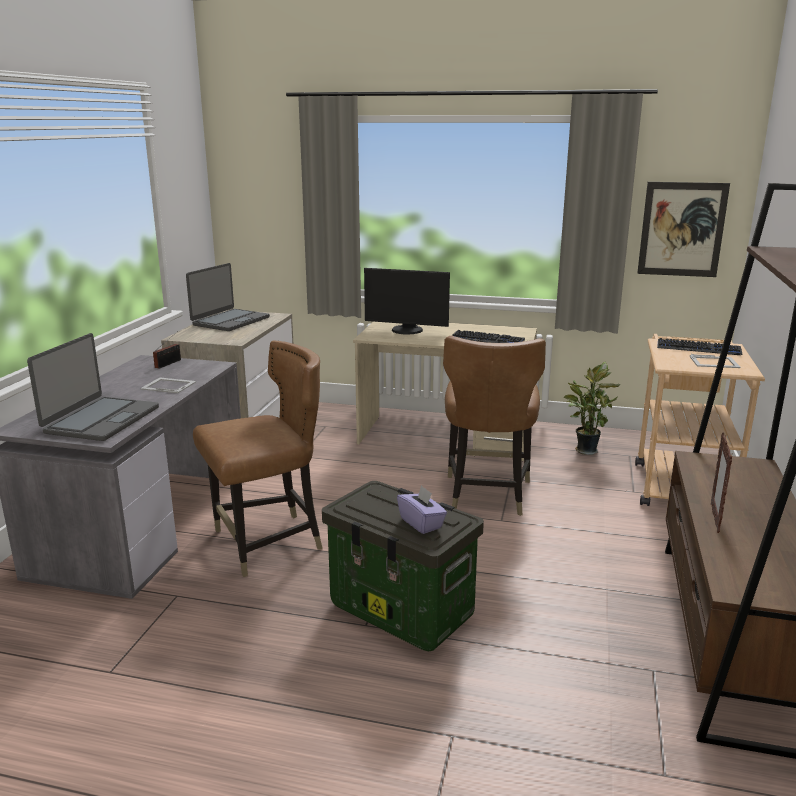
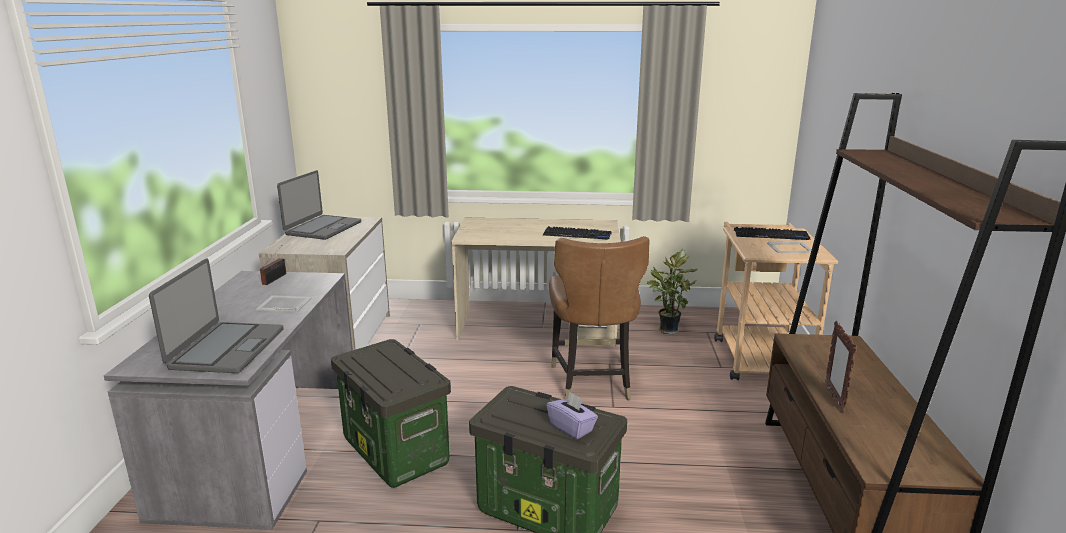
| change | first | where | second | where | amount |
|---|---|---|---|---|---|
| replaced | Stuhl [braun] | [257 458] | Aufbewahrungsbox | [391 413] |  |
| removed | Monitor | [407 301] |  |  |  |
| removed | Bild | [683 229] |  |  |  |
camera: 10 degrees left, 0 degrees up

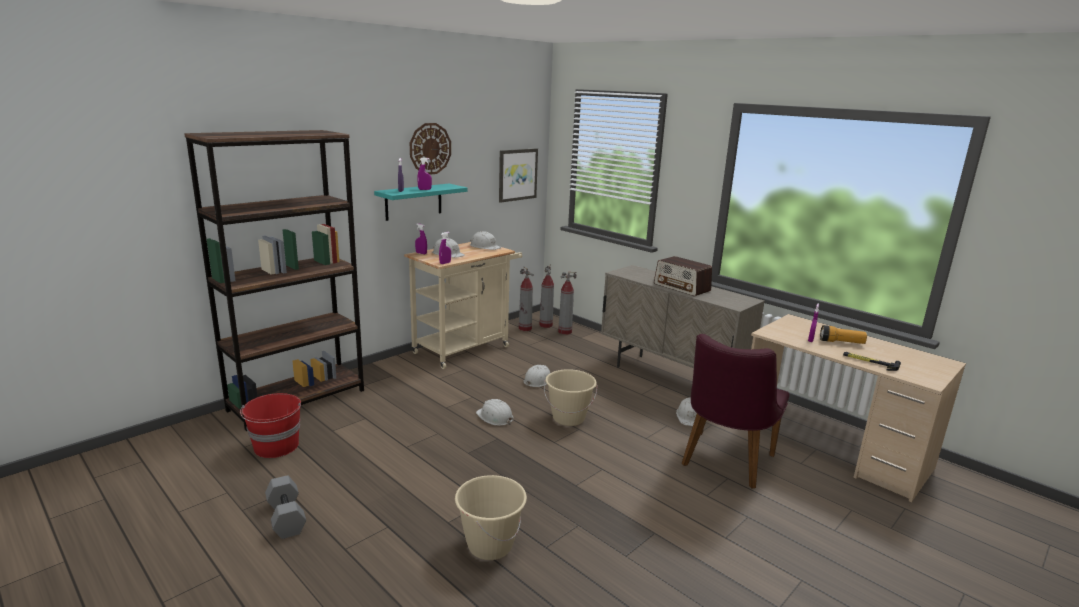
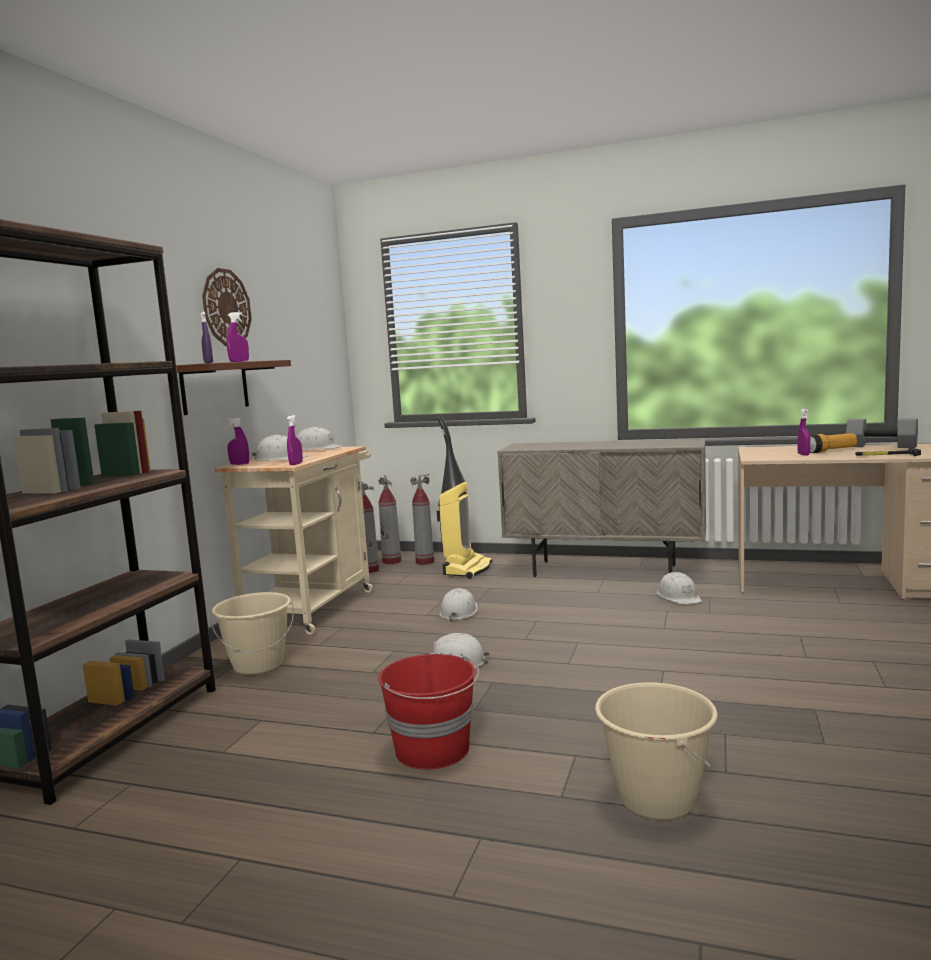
| change | first | where | second | where | amount |
|---|---|---|---|---|---|
| recoloured | Wandregal [türkis] | [421 202] | Wandregal [braun] | [233 387] |  |
| moved | Eimer [beige] | [571 397] |  | [252 633] |  |
| moved | Eimer [rot] | [270 425] |  | [428 712] |  |
| added |  |  | Staubsauger | [464 497] |  |
| moved | Hantel [grau] | [285 507] |  | [882 433] |  |
| removed | Bild | [518 175] |  |  |  |
| removed | Radio | [683 276] |  |  |  |
| removed | Stuhl [lila] | [735 411] |  |  |  |
camera: 25 degrees left, 10 degrees down

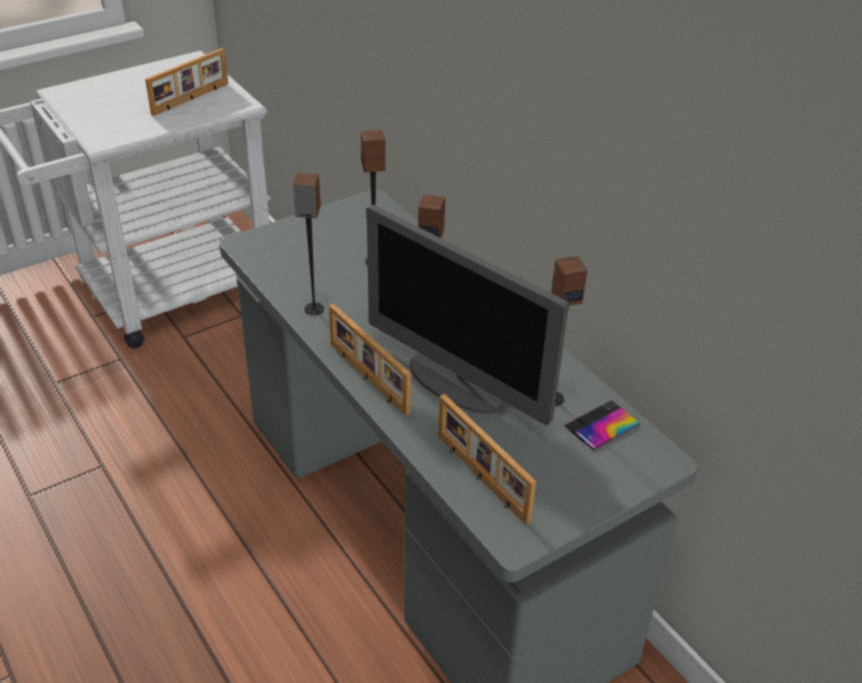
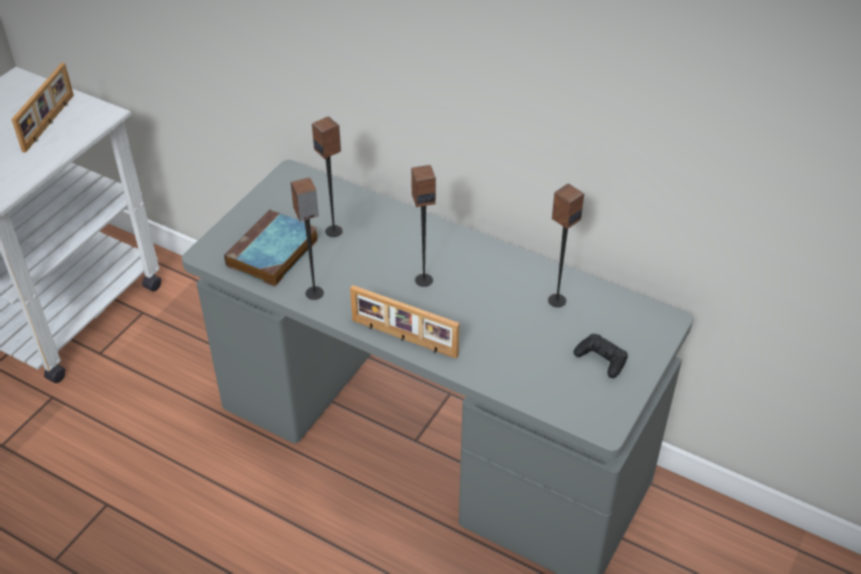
| change | first | where | second | where | amount |
|---|---|---|---|---|---|
| added |  |  | Buch | [271 248] |  |
| added |  |  | Gamepad [schwarz] | [601 356] |  |
| removed | Monitor | [467 315] |  |  |  |
| removed | Bilderrahmen | [487 459] |  |  |  |
| removed | Handy | [602 425] |  |  |  |
camera: 25 degrees left, 5 degrees up

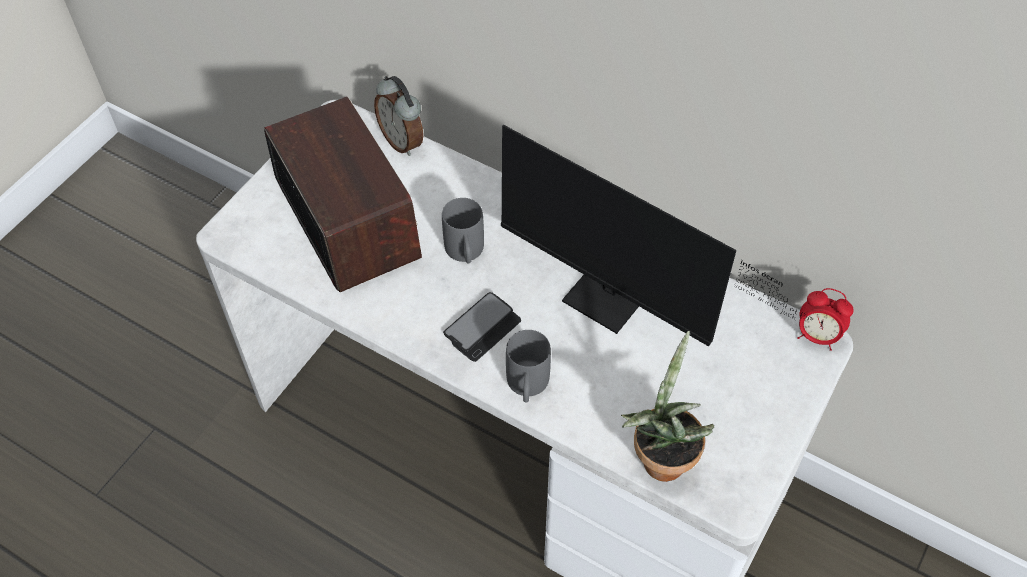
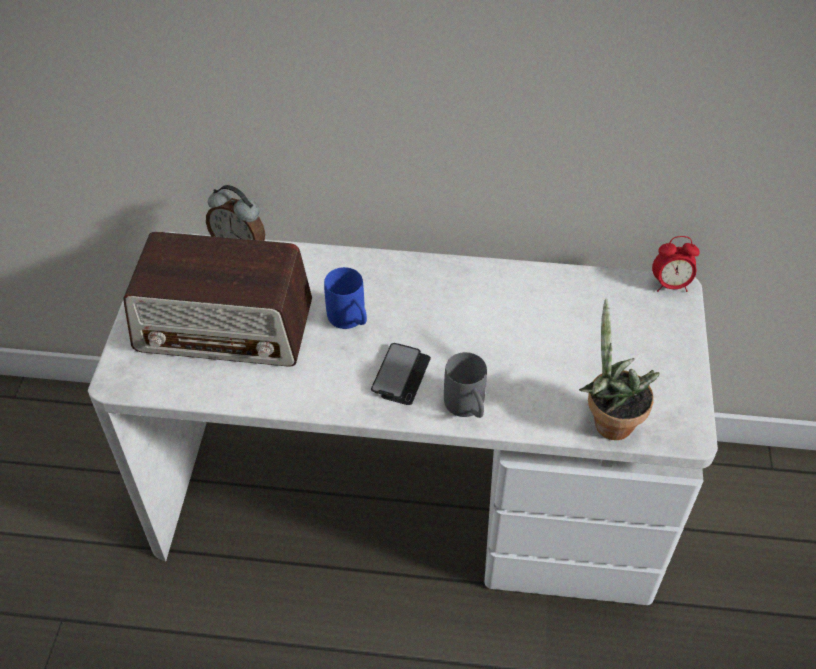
| change | first | where | second | where | amount |
|---|---|---|---|---|---|
| turned | Radio | [343 194] |  | [217 299] | 150 degrees clockwise |
| recoloured | Henkelbecher [grau] | [463 231] | Henkelbecher [blau] | [345 298] |  |
| removed | Monitor | [657 235] |  |  |  |
camera: 25 degrees left, 5 degrees down

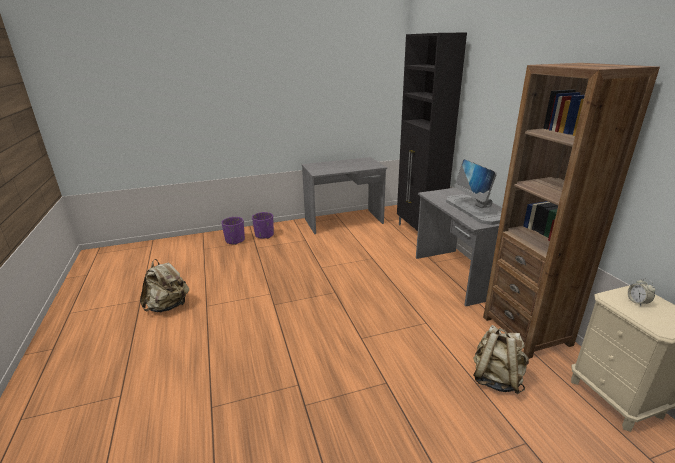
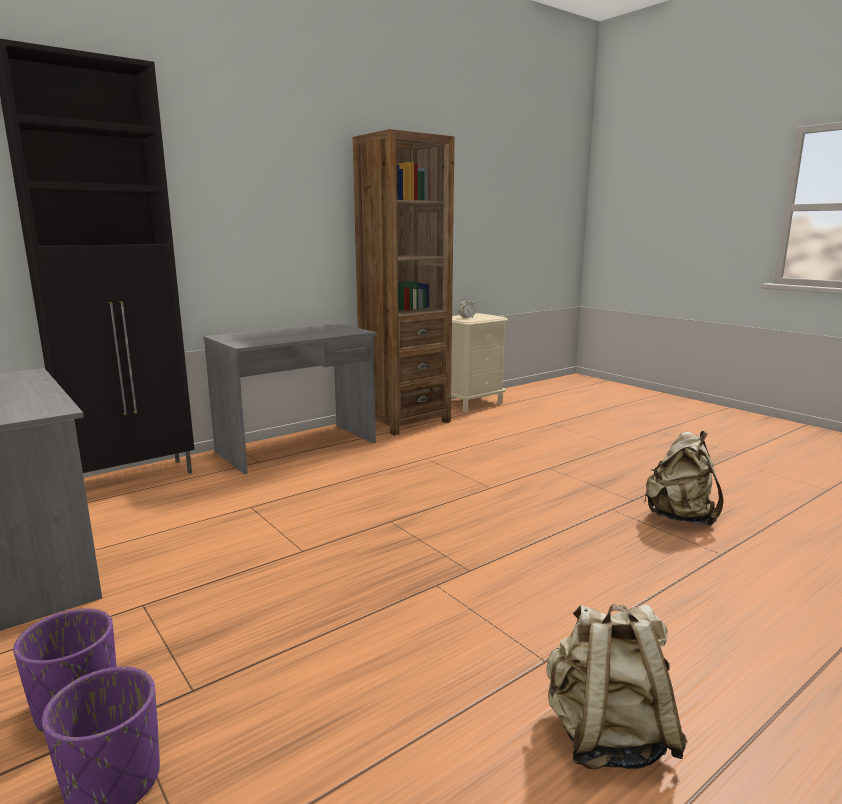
| change | first | where | second | where | amount |
|---|---|---|---|---|---|
| moved | Rucksack [beige] | [501 359] |  | [684 478] |  |
| removed | Monitor | [473 192] |  |  |  |
camera: 110 degrees left, 10 degrees down

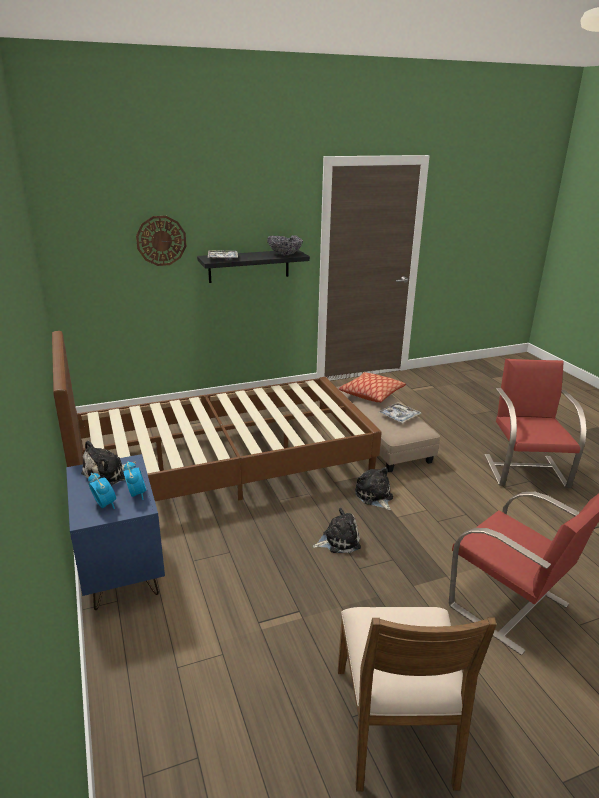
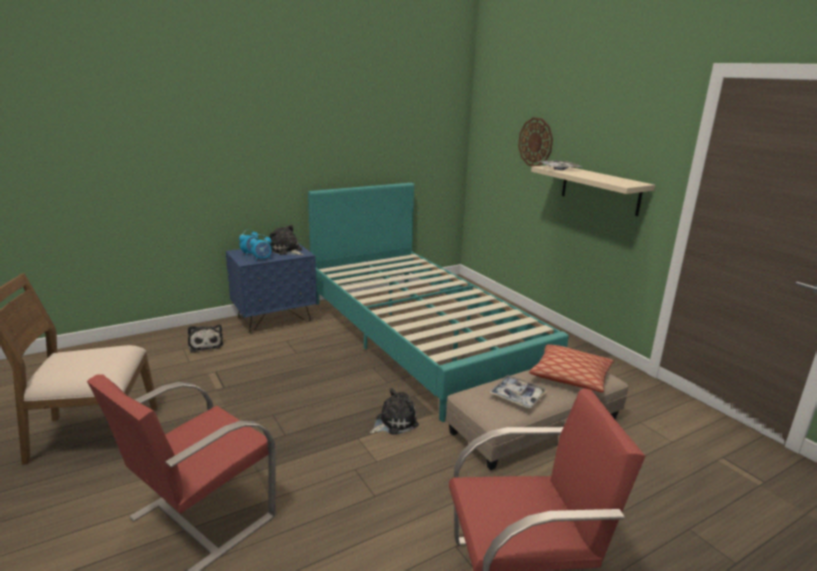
| change | first | where | second | where | amount |
|---|---|---|---|---|---|
| moved | Plüschtier | [336 530] |  | [205 338] |  |
| recoloured | Bett [braun] | [217 416] | Bett [türkis] | [438 302] |  |
| recoloured | Wandregal [schwarz] | [253 266] | Wandregal [beige] | [593 190] |  |
| removed | Schüssel | [285 245] |  |  |  |
camera: 80 degrees right, 5 degrees down

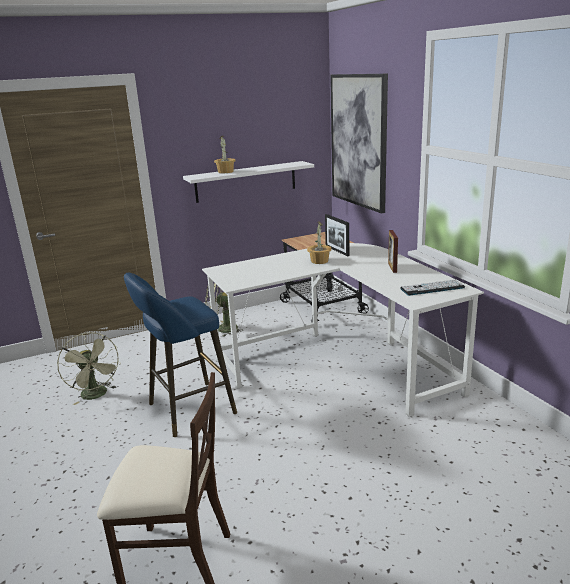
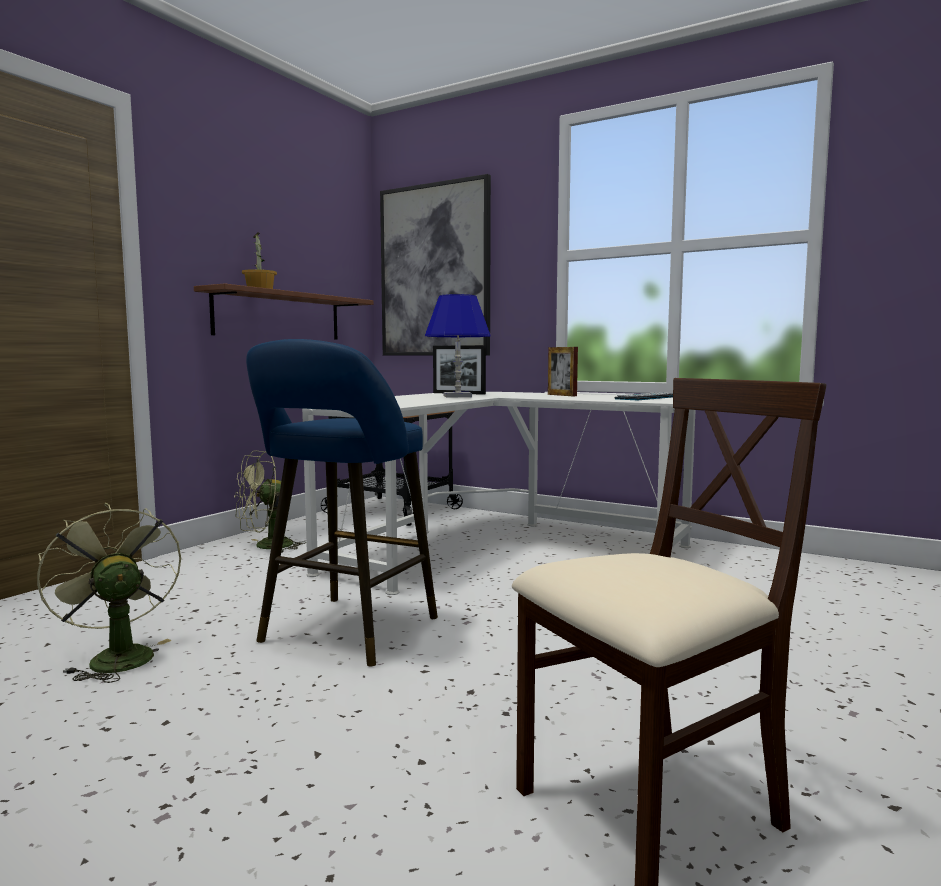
| change | first | where | second | where | amount |
|---|---|---|---|---|---|
| turned | Ventilator [grün] | [88 368] |  | [109 593] | 150 degrees counterclockwise |
| recoloured | Wandregal [weiß] | [248 182] | Wandregal [braun] | [284 311] |  |
| replaced | Topfpflanze | [319 242] | Tischlampe [blau] | [458 345] |  |
camera: 35 degrees left, 15 degrees down

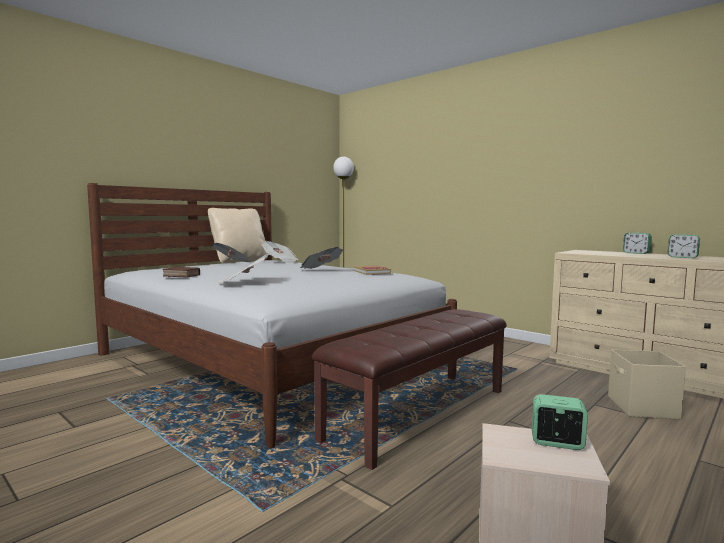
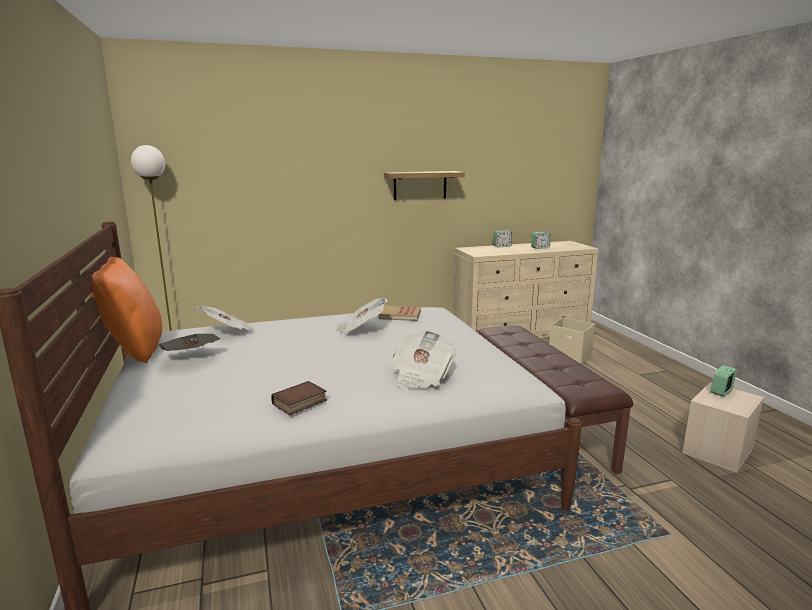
| change | first | where | second | where | amount |
|---|---|---|---|---|---|
| recoloured | Kissen [beige] | [238 235] | Kissen [orange] | [125 310] |  |
| added |  |  | Wandregal | [424 185] |  |
camera: 60 degrees left, 10 degrees up

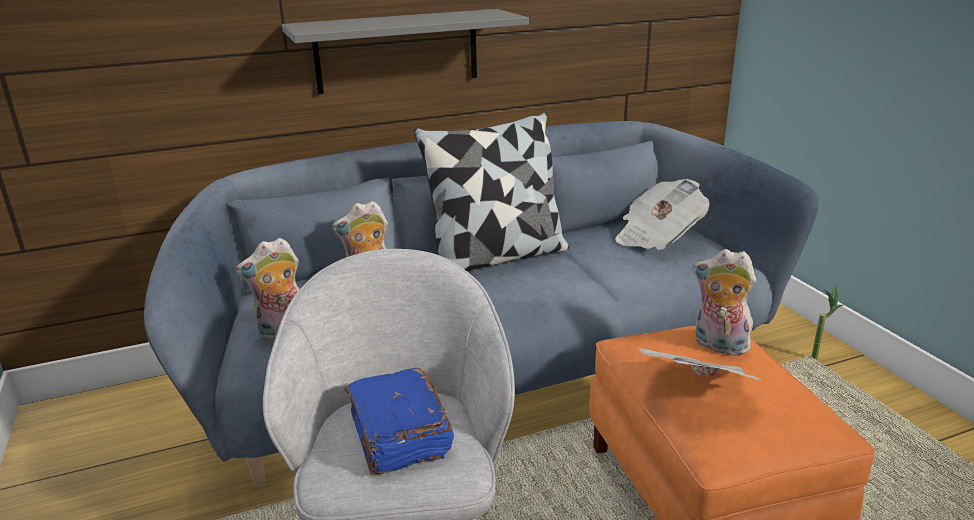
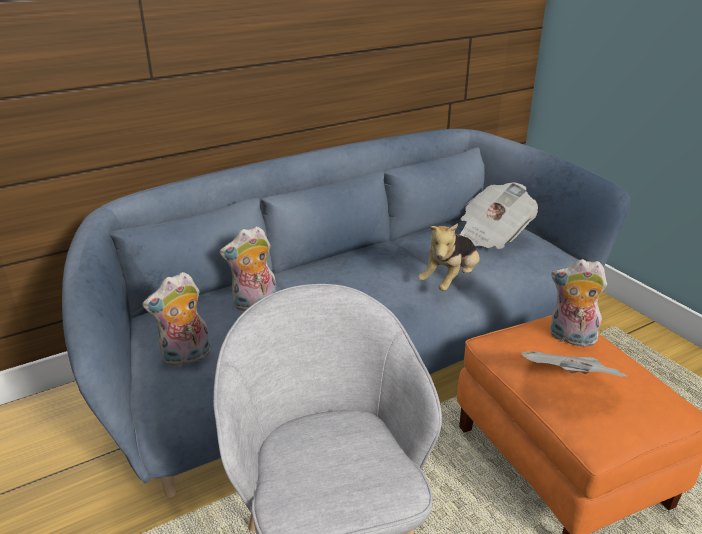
| change | first | where | second | where | amount |
|---|---|---|---|---|---|
| added |  |  | Plüschtier | [449 257] |  |
| removed | Wandregal [grau] | [405 51] |  |  |  |
| removed | Buch [blau] | [399 421] |  |  |  |
| removed | Kissen | [491 191] |  |  |  |
| removed | Topfpflanze | [827 322] |  |  |  |
camera: 10 degrees left, 5 degrees up

